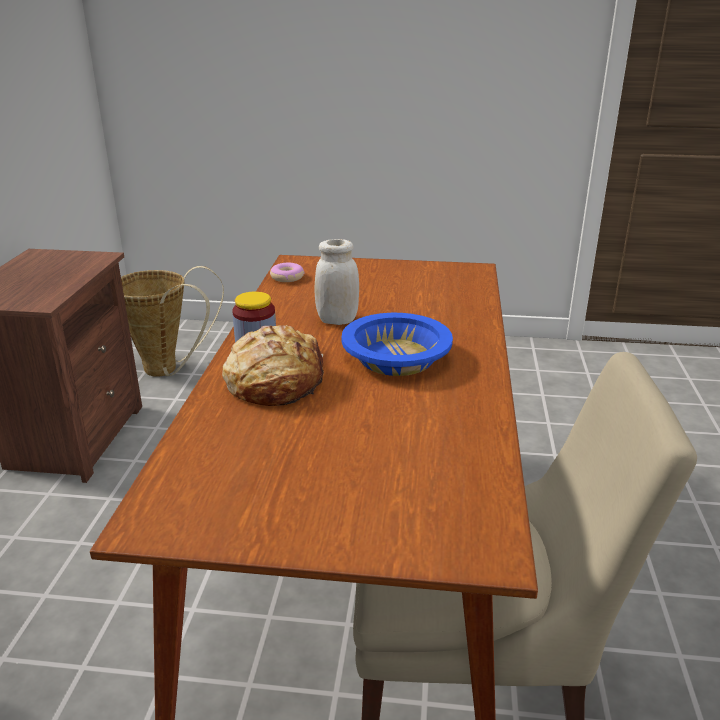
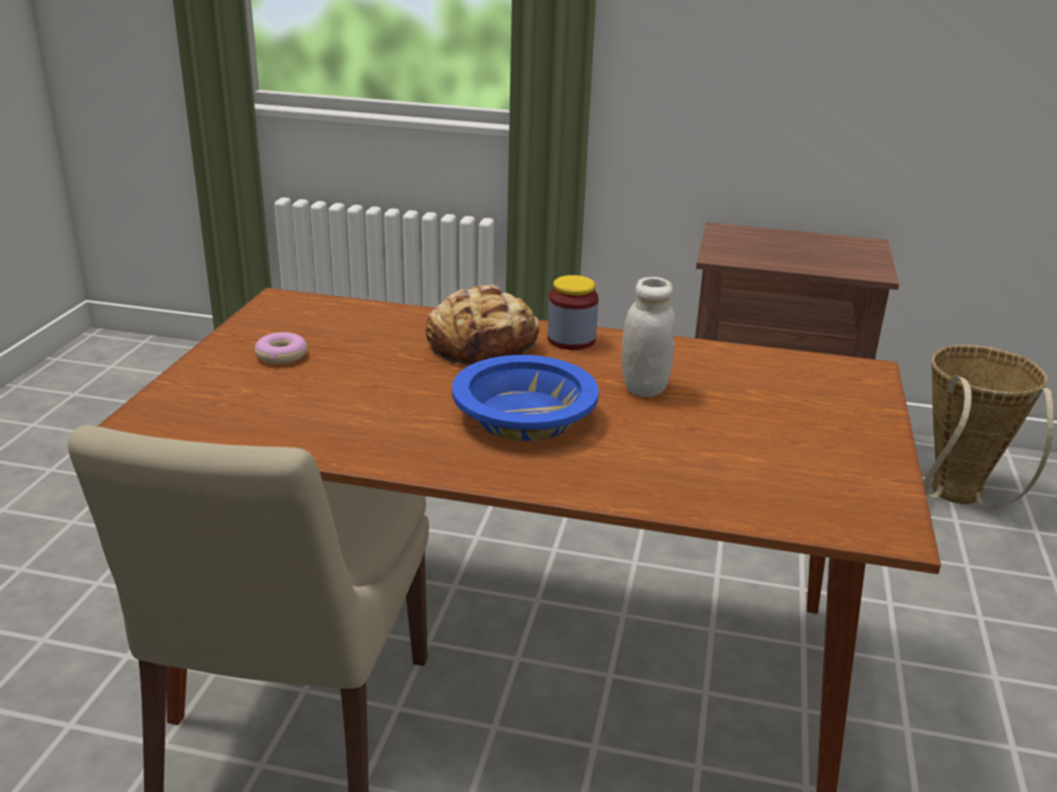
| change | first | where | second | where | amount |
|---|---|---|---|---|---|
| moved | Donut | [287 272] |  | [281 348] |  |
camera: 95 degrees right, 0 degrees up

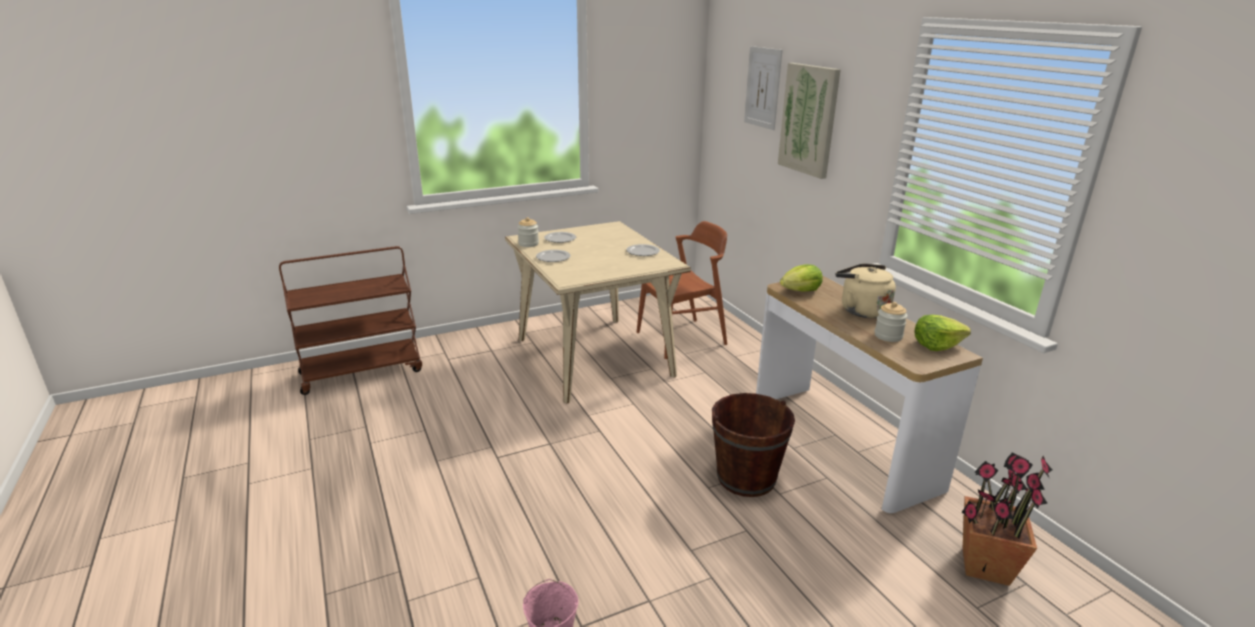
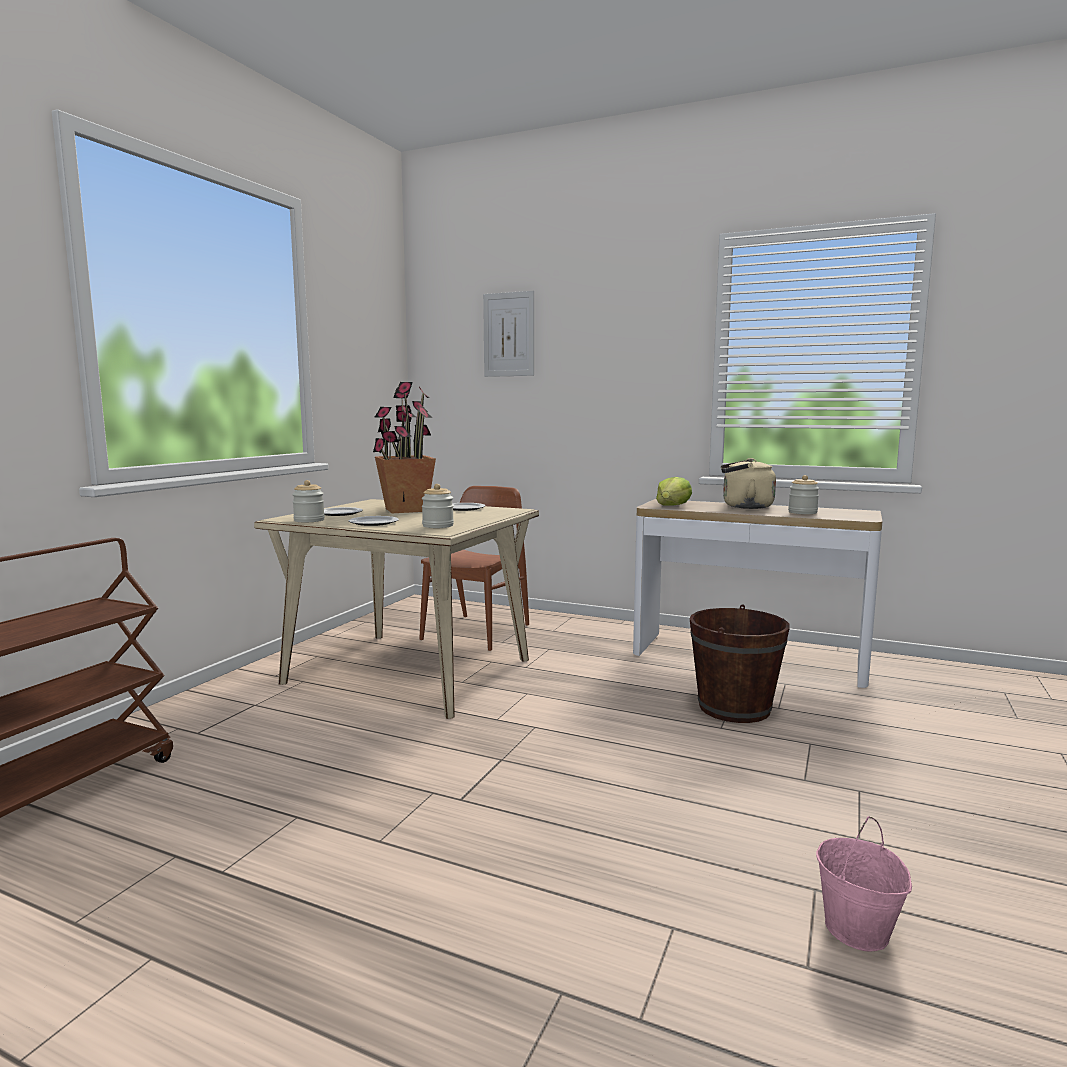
| change | first | where | second | where | amount |
|---|---|---|---|---|---|
| moved | Topfpflanze | [1007 519] |  | [404 447] |  |
| added |  |  | Vorratsglas | [438 506] |  |
| removed | Bild | [809 121] |  |  |  |
| removed | Salatkopf | [942 333] |  |  |  |
camera: 40 degrees left, 15 degrees down

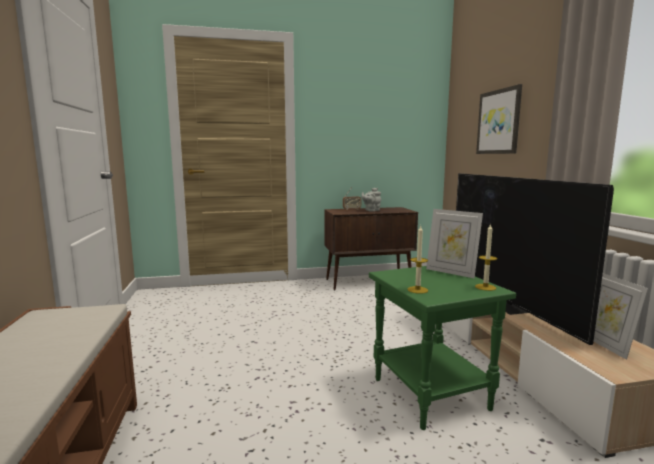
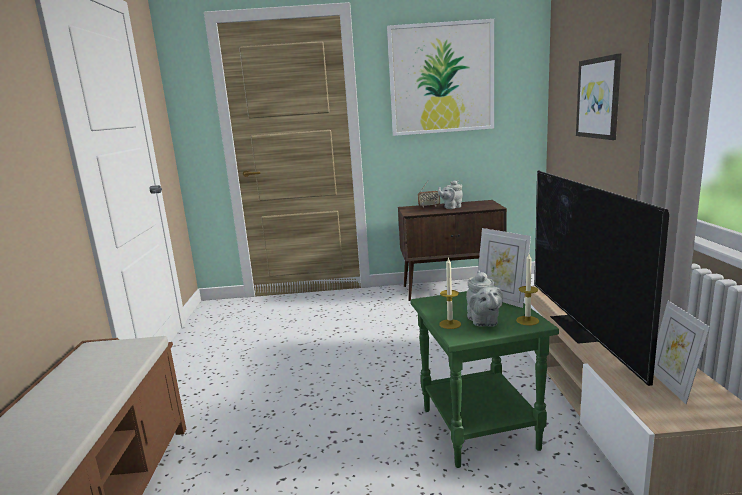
| change | first | where | second | where | amount |
|---|---|---|---|---|---|
| added |  |  | Bild | [440 77] |  |
| added |  |  | Teekanne [grau] | [484 298] |  |
camera: 10 degrees right, 5 degrees up

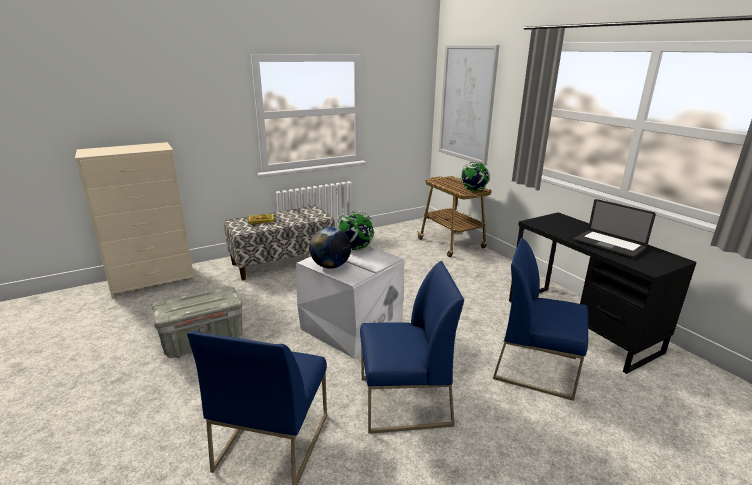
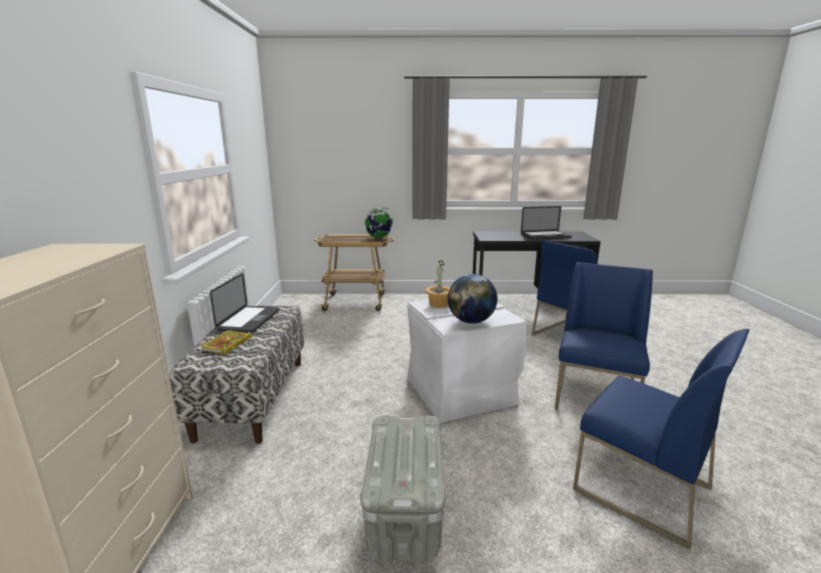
| change | first | where | second | where | amount |
|---|---|---|---|---|---|
| added |  |  | Laptop | [244 303] |  |
| replaced | Globus | [355 230] | Topfpflanze | [438 283] |  |
| removed | Bild | [469 105] |  |  |  |
camera: 60 degrees left, 5 degrees down

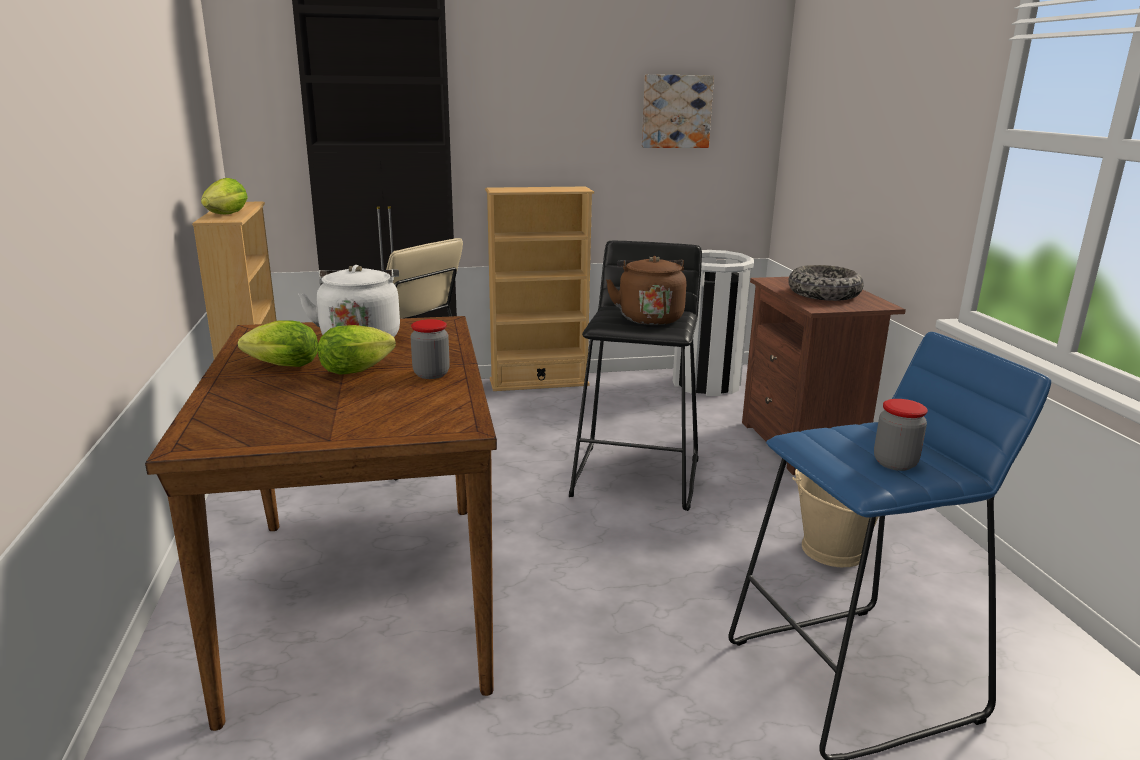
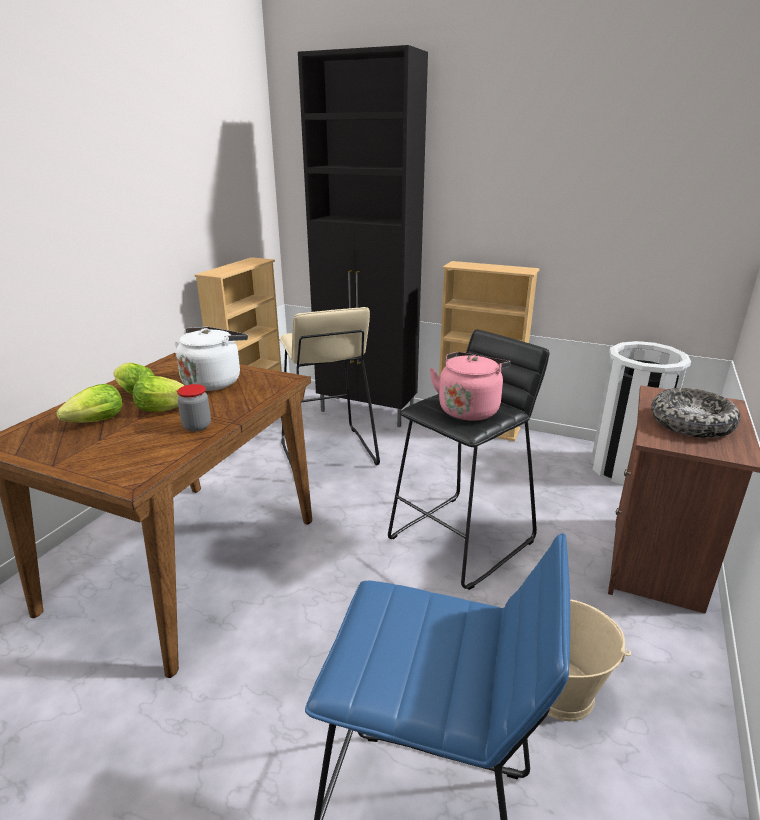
| change | first | where | second | where | amount |
|---|---|---|---|---|---|
| moved | Salatkopf | [224 196] |  | [89 403] |  |
| recoloured | Wasserkessel [braun] | [646 290] | Wasserkessel [rosa] | [470 386] |  |
| removed | Bild | [678 111] |  |  |  |
| removed | Vorratsglas | [901 435] |  |  |  |
camera: 35 degrees right, 5 degrees up

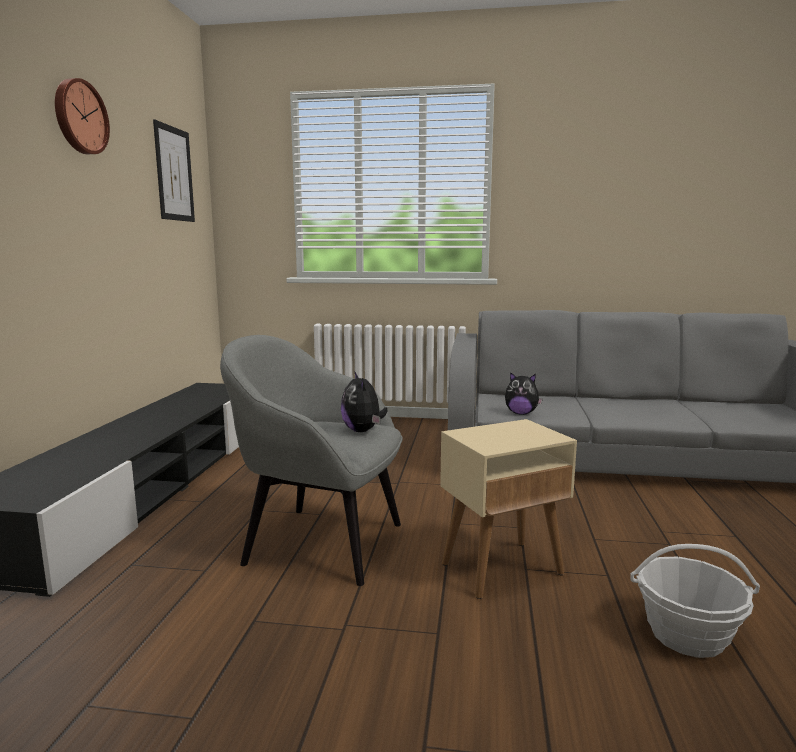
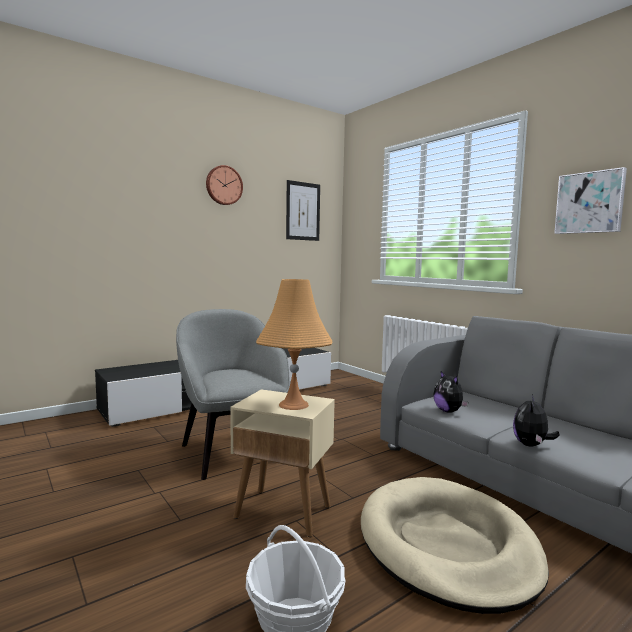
| change | first | where | second | where | amount |
|---|---|---|---|---|---|
| added |  |  | Tischlampe [orange] | [294 344] |  |
| added |  |  | Hundebett [beige] | [455 545] |  |
| moved | Plüschtier | [364 401] |  | [536 421] |  |
| added |  |  | Bild | [590 200] |  |
camera: 45 degrees right, 5 degrees down

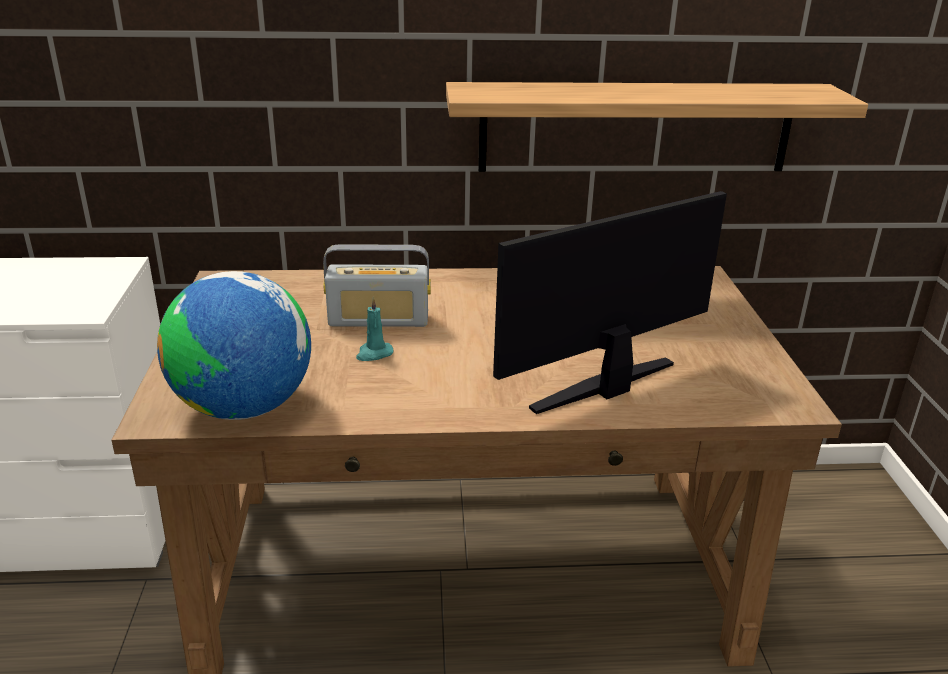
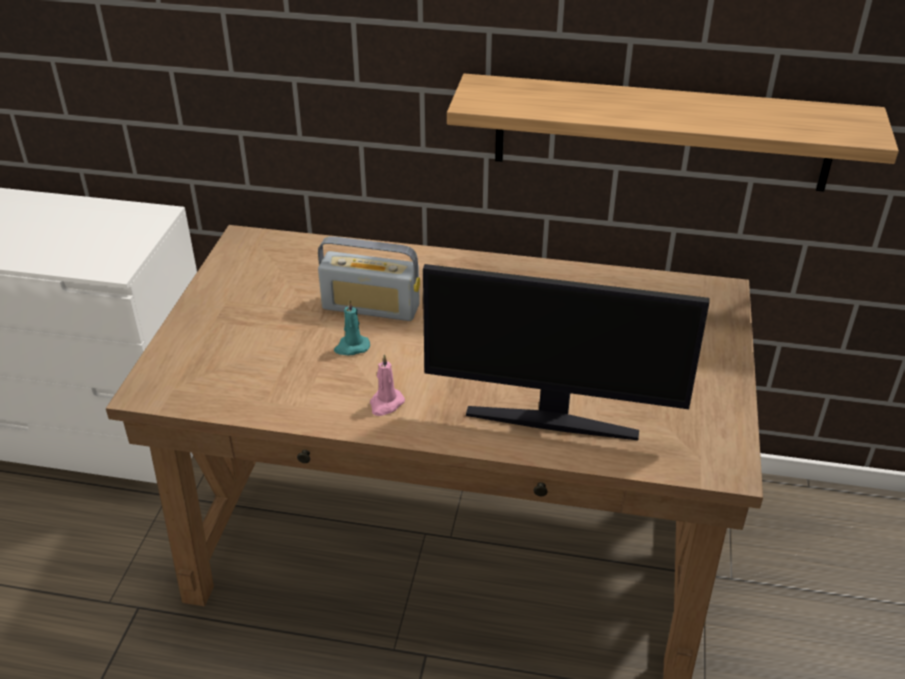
| change | first | where | second | where | amount |
|---|---|---|---|---|---|
| added |  |  | Kerze [rosa] | [387 385] |  |
| turned | Monitor | [610 302] |  | [566 352] | 150 degrees counterclockwise |
| removed | Globus | [234 345] |  |  |  |
camera: 15 degrees right, 10 degrees up

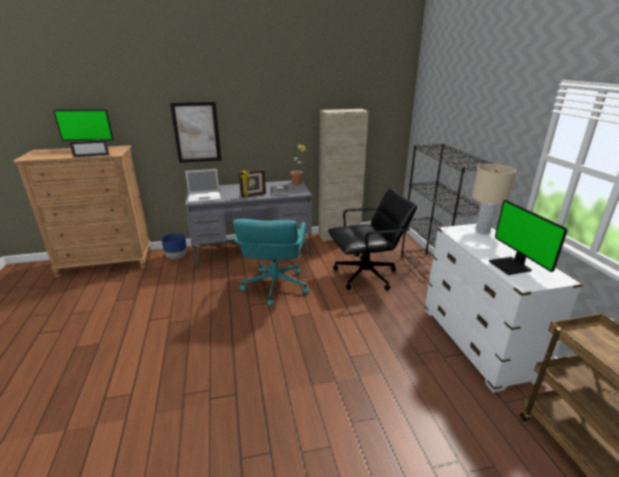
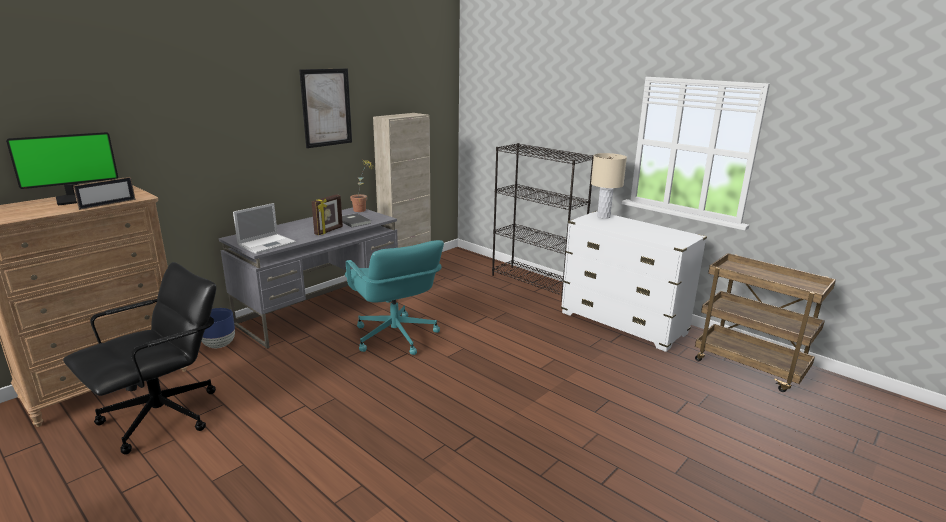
| change | first | where | second | where | amount |
|---|---|---|---|---|---|
| moved | Bürostuhl [schwarz] | [372 239] |  | [139 358] |  |
| moved | Bild | [195 132] |  | [325 108] |  |
| removed | Monitor | [528 237] |  |  |  |
camera: 35 degrees left, 5 degrees down

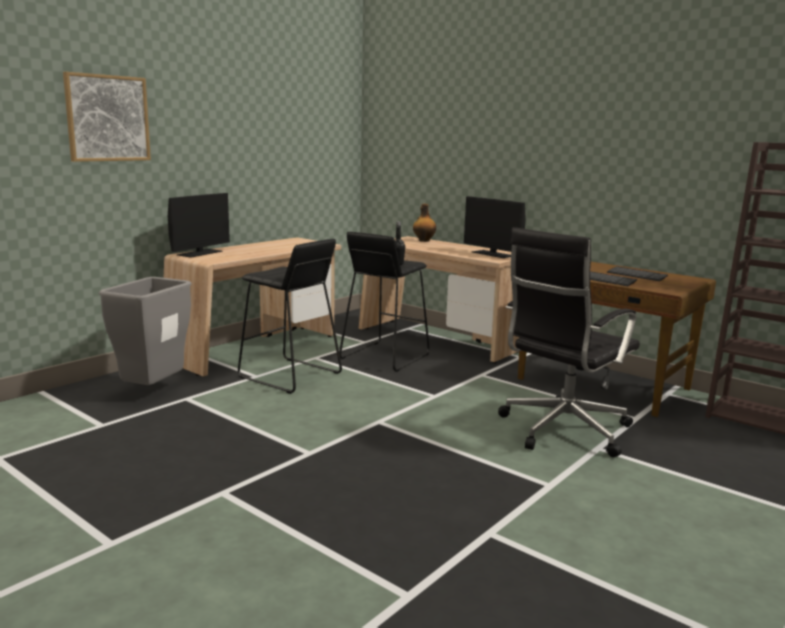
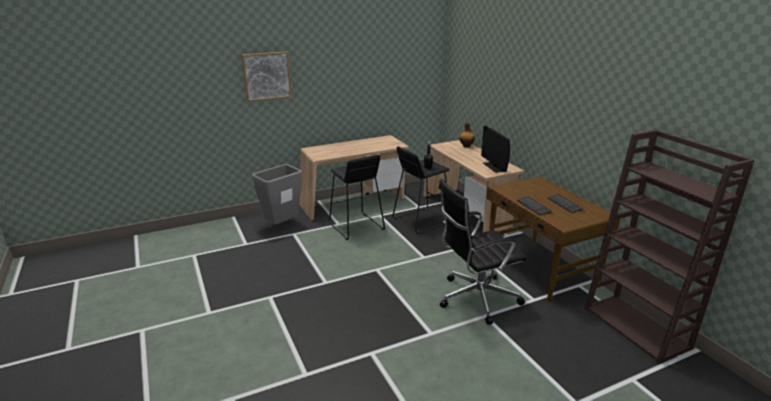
| change | first | where | second | where | amount |
|---|---|---|---|---|---|
| removed | Monitor | [199 225] |  |  |  |
camera: 25 degrees right, 10 degrees up

